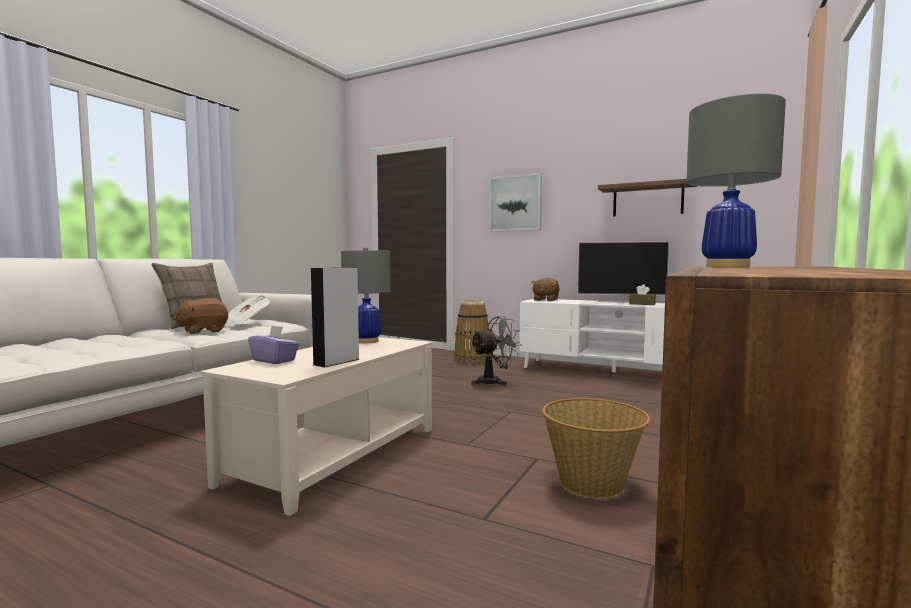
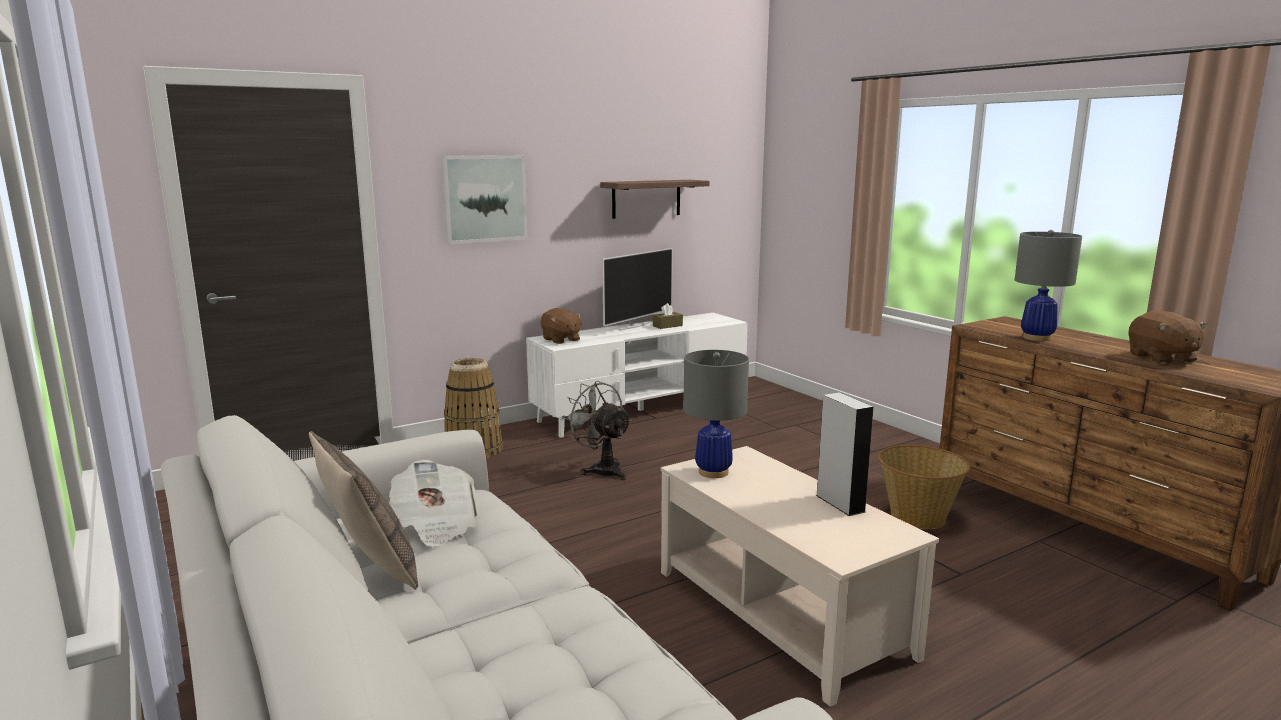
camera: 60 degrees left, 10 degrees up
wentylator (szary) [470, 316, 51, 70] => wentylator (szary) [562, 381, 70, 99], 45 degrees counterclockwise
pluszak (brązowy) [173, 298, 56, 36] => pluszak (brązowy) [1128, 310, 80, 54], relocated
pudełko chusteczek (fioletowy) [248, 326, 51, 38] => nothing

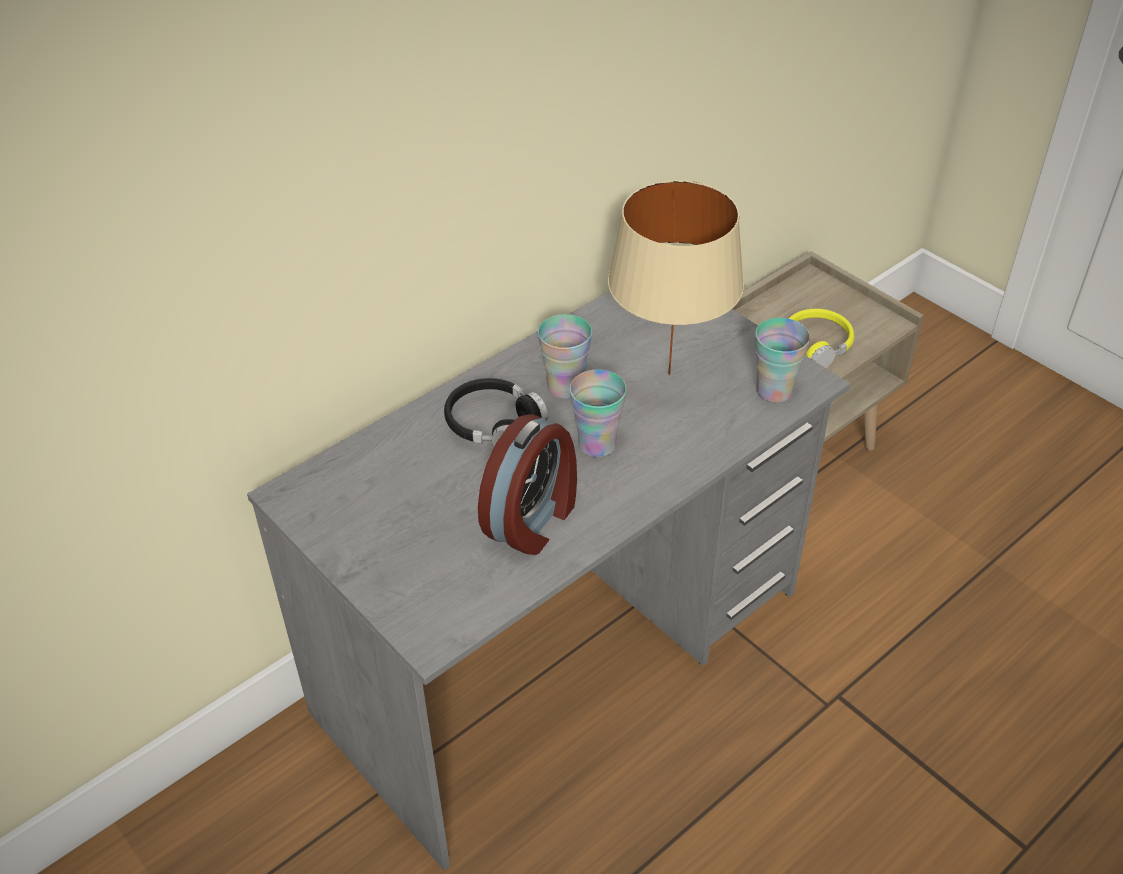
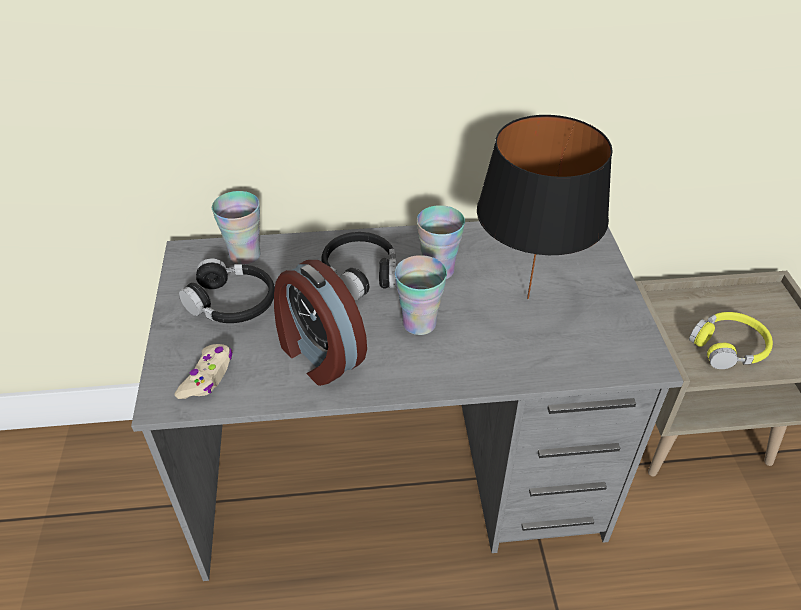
camera: 35 degrees right, 0 degrees up
nothing => pad do gier (beżowy) [175, 344, 57, 55]
nothing => słuchawki (czarny) [179, 258, 96, 65]
filiżanka [755, 318, 55, 85] => filiżanka [212, 191, 49, 74], relocated
budzik [478, 414, 99, 141] => budzik [274, 260, 93, 126], 75 degrees clockwise
lampa stołowa (beżowy) [608, 180, 136, 195] => lampa stołowa (czarny) [477, 115, 135, 184]

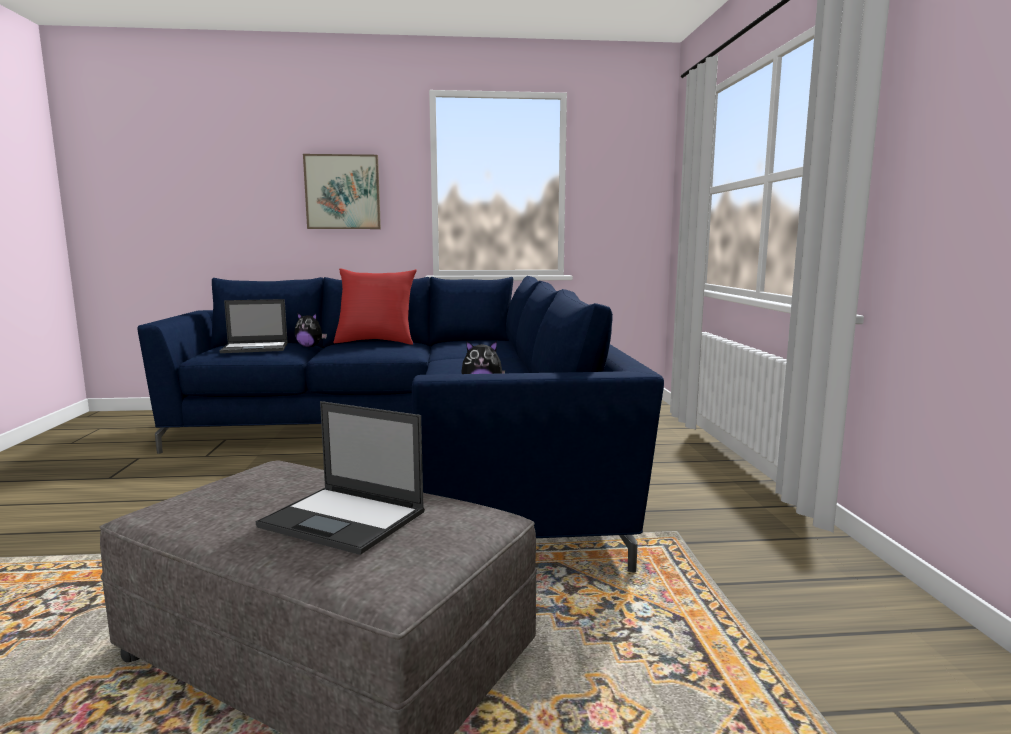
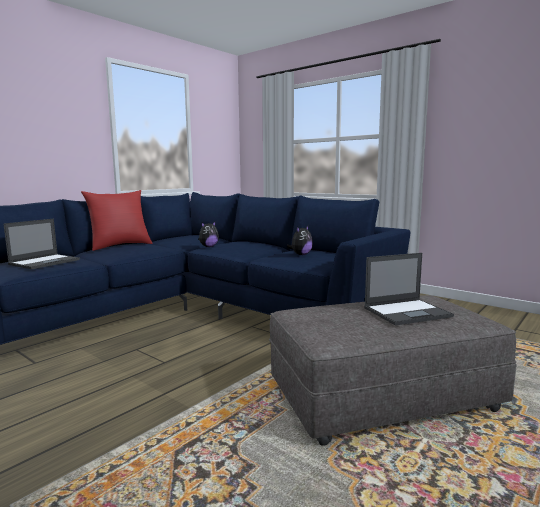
camera: 45 degrees left, 0 degrees up
pluszak [294, 313, 33, 34] => pluszak [198, 221, 21, 26], relocated
obraz [303, 154, 78, 75] => nothing

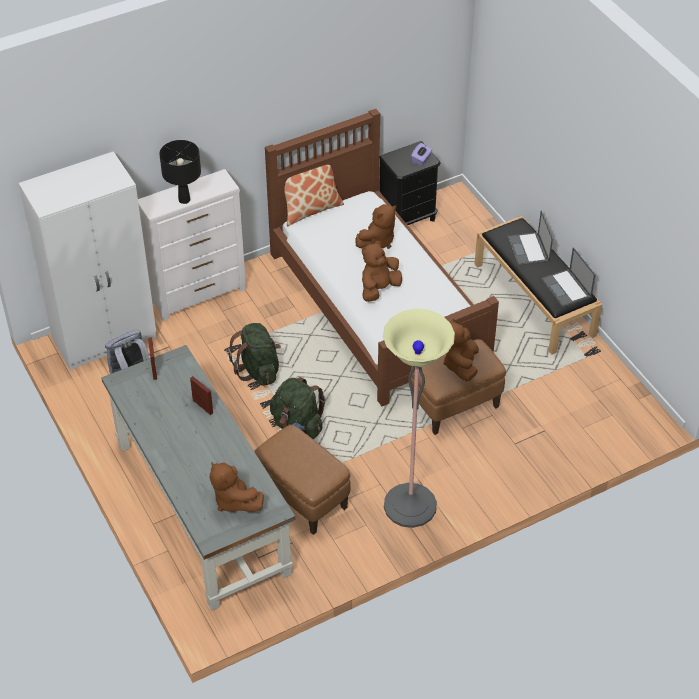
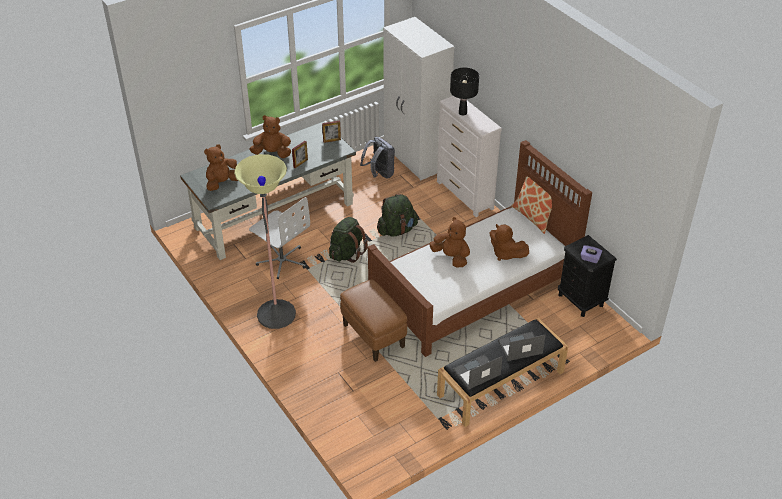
camera: 85 degrees right, 5 degrees down
pluszak (brązowy) [443, 318, 36, 64] => pluszak (brązowy) [249, 115, 42, 43], relocated
pufa (brązowy) [254, 425, 97, 110] => krzesło biurowe (biały) [249, 197, 61, 82]

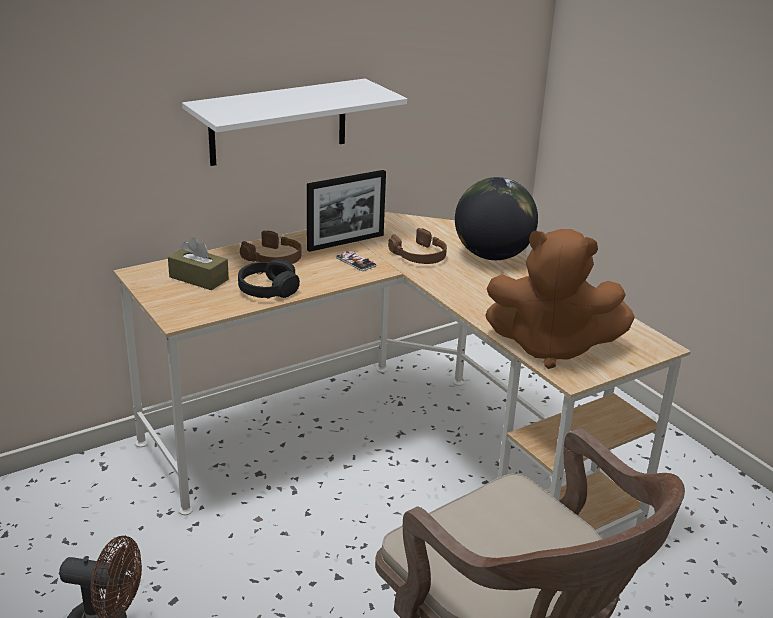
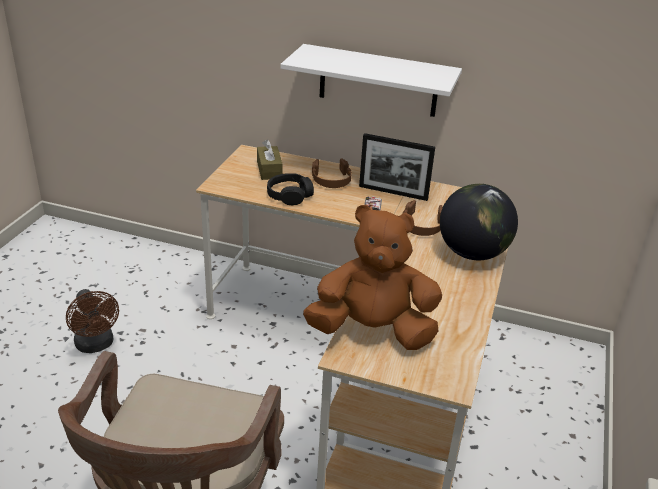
camera: 50 degrees right, 5 degrees up
pluszak (brązowy) [485, 229, 150, 140] => pluszak (brązowy) [303, 204, 139, 146], 120 degrees clockwise

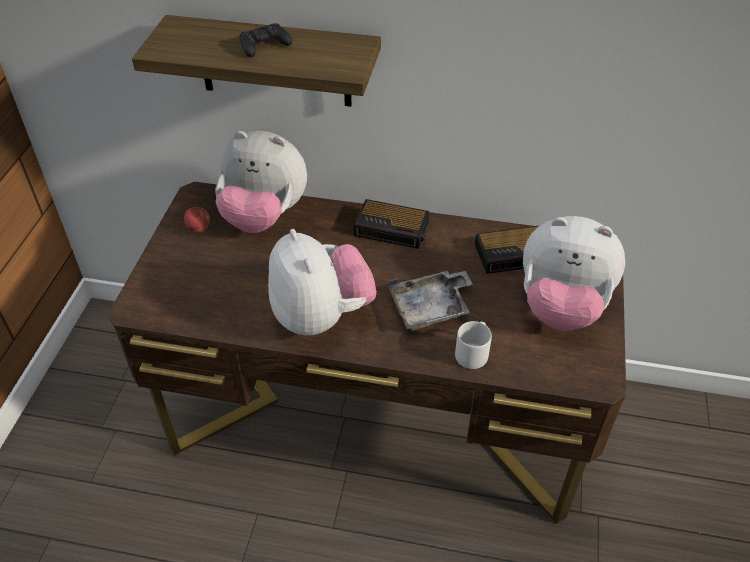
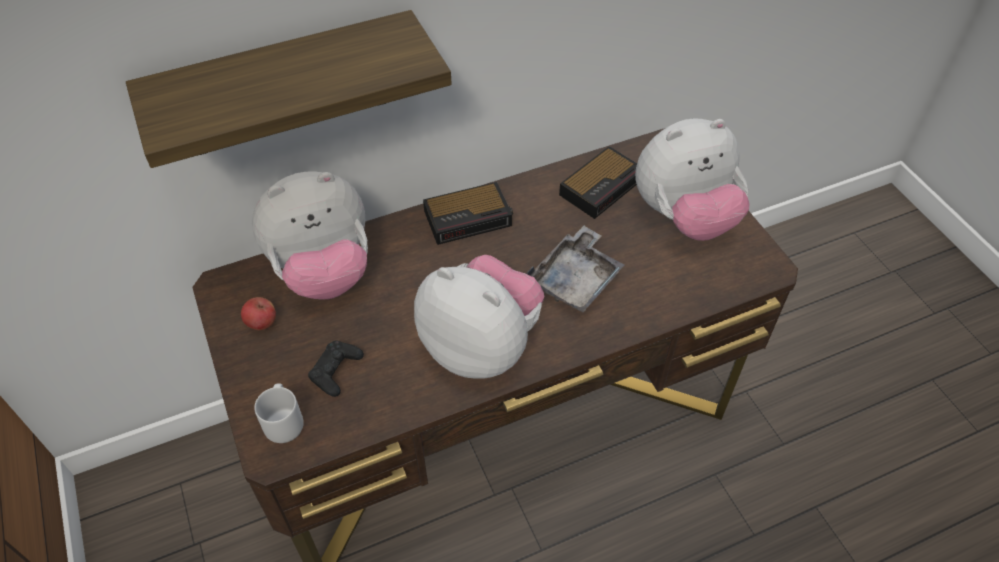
camera: 35 degrees left, 5 degrees up
kubek (szary) [455, 321, 37, 48] => kubek (szary) [254, 383, 50, 60], relocated
pad do gier (czarny) [239, 23, 53, 34] => pad do gier (czarny) [308, 341, 56, 56], relocated

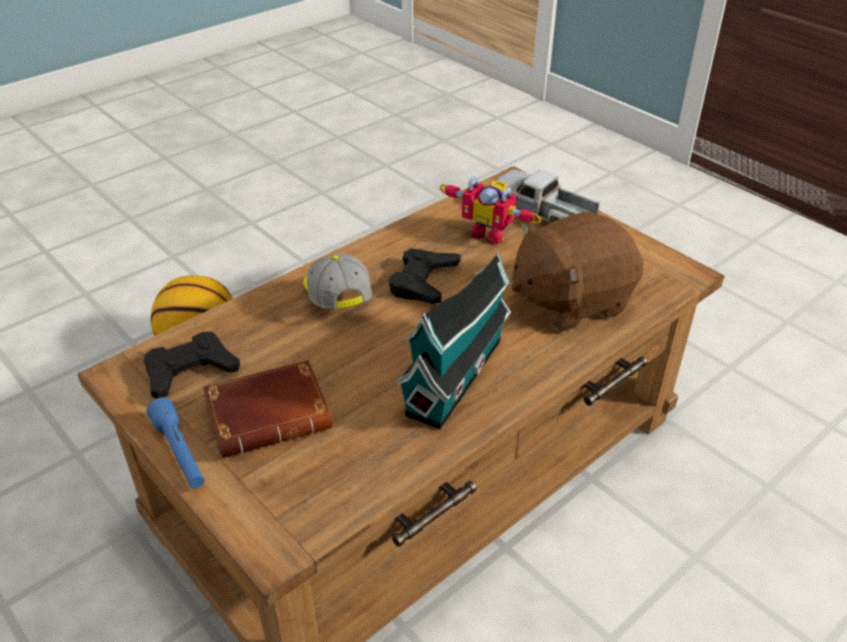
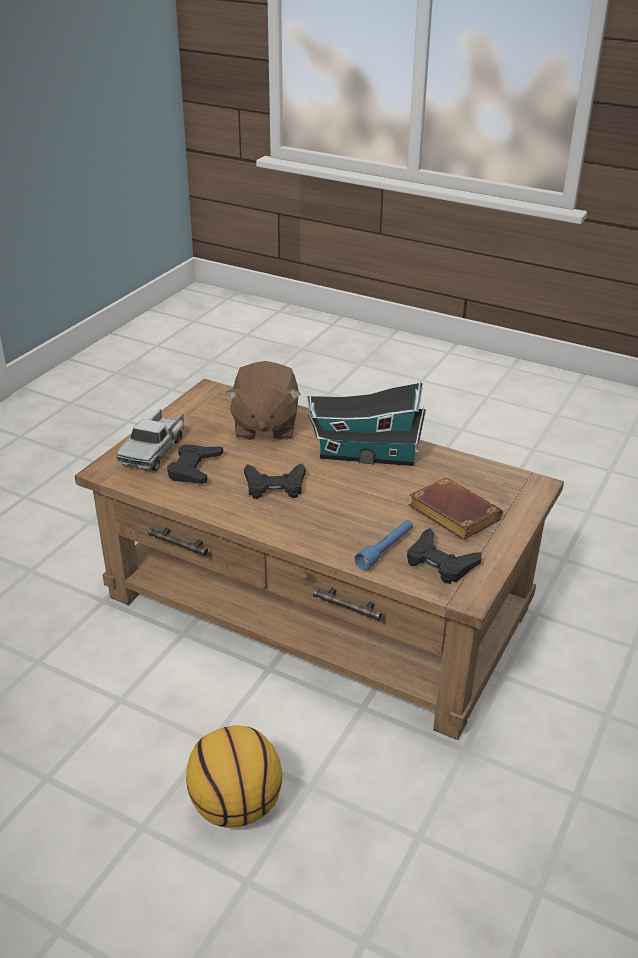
camera: 110 degrees left, 5 degrees down
robot zabawkowy [440, 176, 101, 69] => pad do gier (czarny) [167, 444, 56, 40]
pluszak (brązowy) [512, 212, 131, 120] => pluszak (brązowy) [225, 361, 76, 79], 45 degrees clockwise
latarka (niebieski) [147, 397, 57, 91] => latarka (niebieski) [355, 520, 58, 50], relocated
czapka z daszkiem [303, 253, 69, 56] => nothing

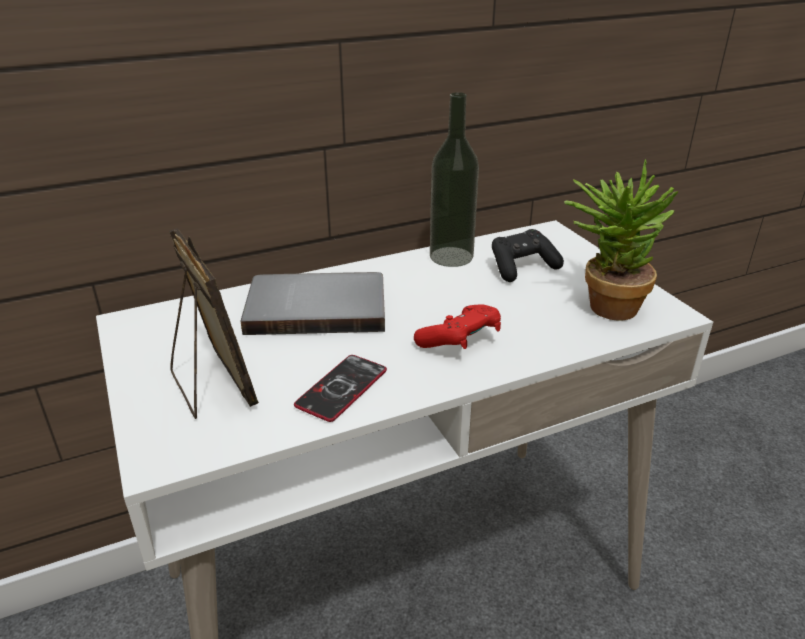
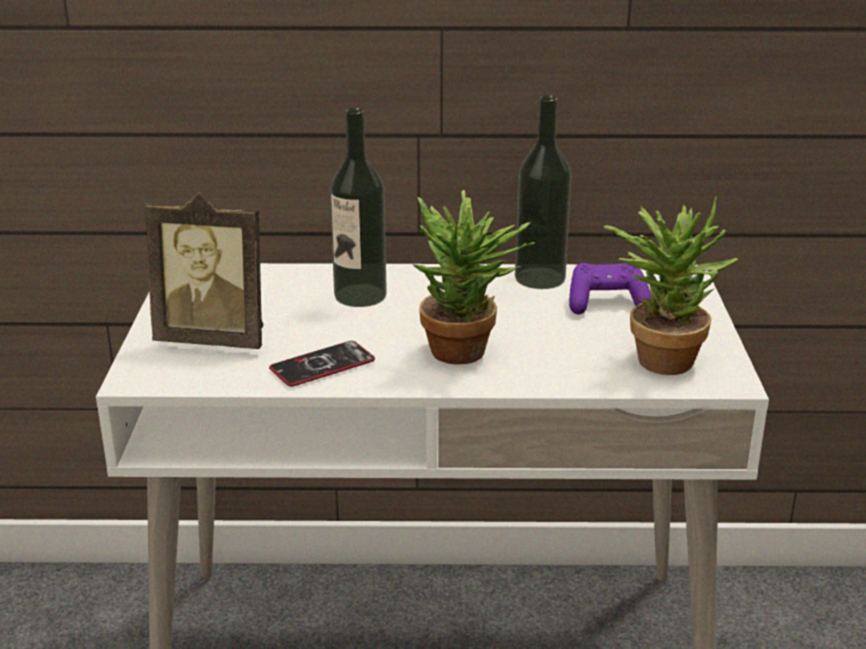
camera: 25 degrees right, 5 degrees down
ramka na zdjęcie [169, 228, 90, 191] => ramka na zdjęcie [145, 192, 118, 157], 105 degrees clockwise
książka (szary) [241, 272, 144, 63] => butelka [330, 108, 57, 199]
pad do gier (czerwony) [414, 304, 87, 45] => roślina doniczkowa [413, 190, 121, 174]
pad do gier (czarny) [492, 229, 72, 53] => pad do gier (fioletowy) [569, 263, 82, 51]

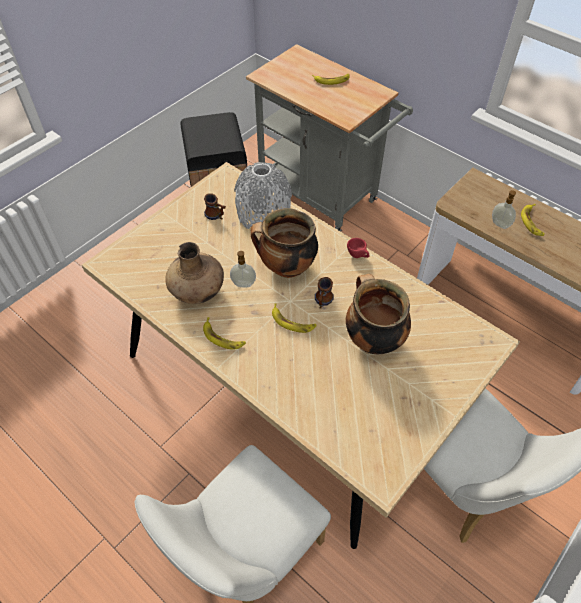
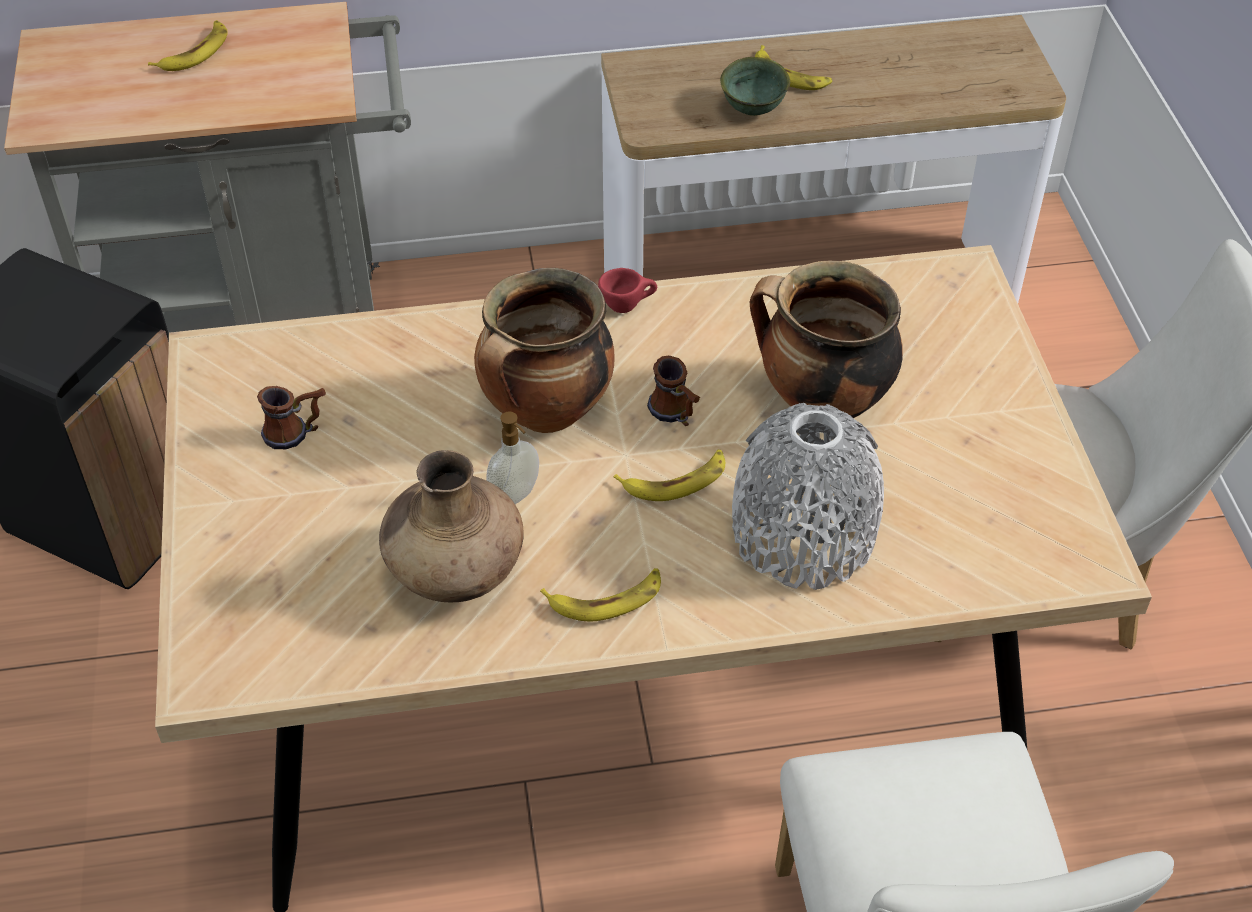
camera: 50 degrees left, 5 degrees down
dozownik mydła [492, 190, 24, 39] => miska (zielony) [720, 57, 70, 59]
wazon (szary) [234, 162, 58, 67] => wazon (szary) [732, 403, 152, 187], relocated

